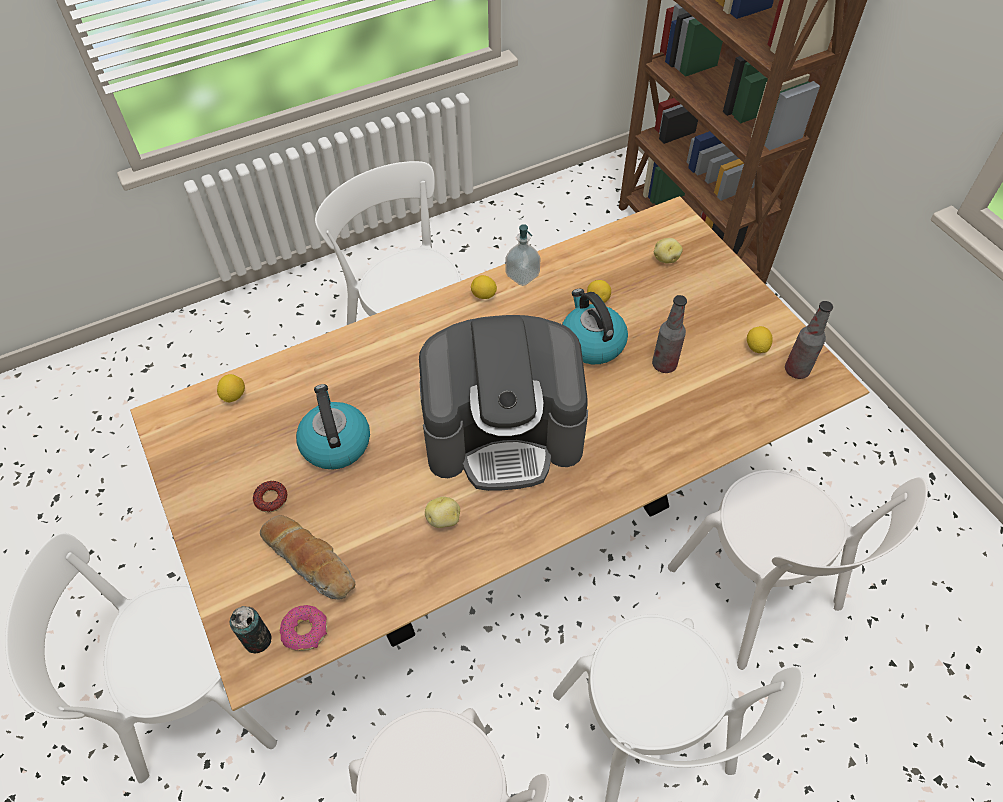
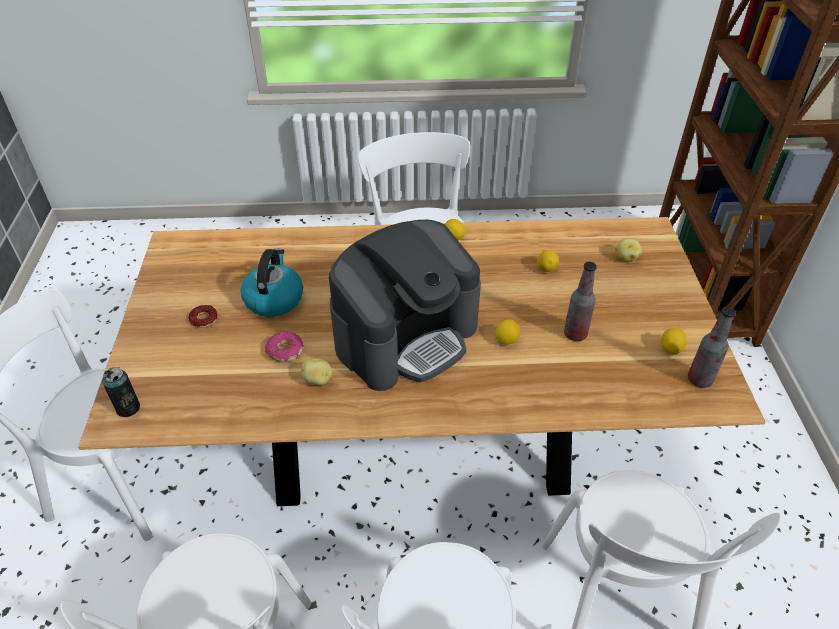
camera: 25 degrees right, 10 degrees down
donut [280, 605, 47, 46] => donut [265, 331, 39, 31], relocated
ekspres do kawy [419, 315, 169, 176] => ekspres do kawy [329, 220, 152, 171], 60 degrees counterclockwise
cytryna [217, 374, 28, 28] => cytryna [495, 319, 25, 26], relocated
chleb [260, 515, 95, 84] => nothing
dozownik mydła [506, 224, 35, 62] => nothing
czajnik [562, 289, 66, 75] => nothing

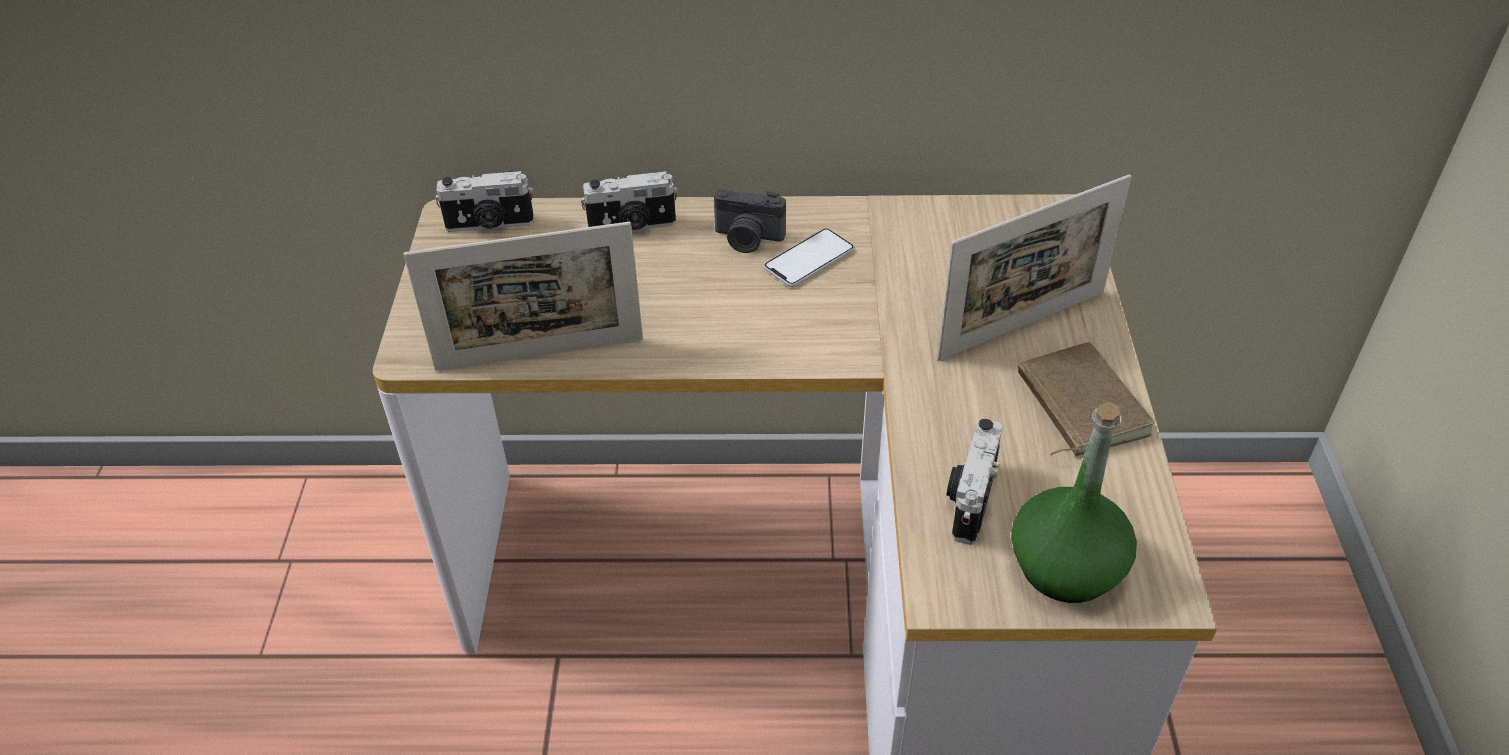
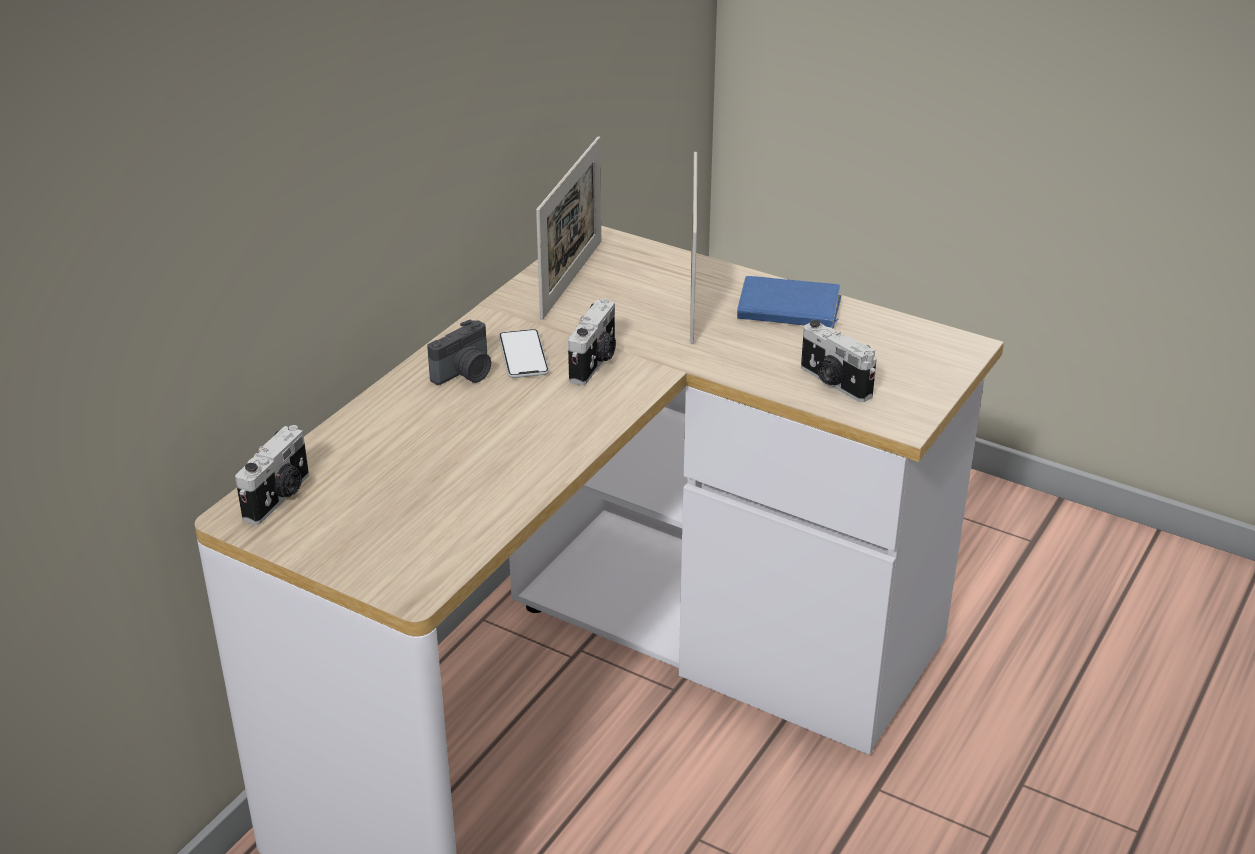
camera: 60 degrees left, 10 degrees down
ramka na zdjęcie [404, 222, 239, 149] => ramka na zdjęcie [536, 137, 65, 183], relocated
aparat fotograficzny [581, 171, 97, 60] => aparat fotograficzny [568, 299, 48, 86], relocated
książka (brązowy) [1018, 342, 137, 114] => książka (niebieski) [737, 276, 104, 53]
butelka (zielony) [1011, 402, 126, 201] => nothing

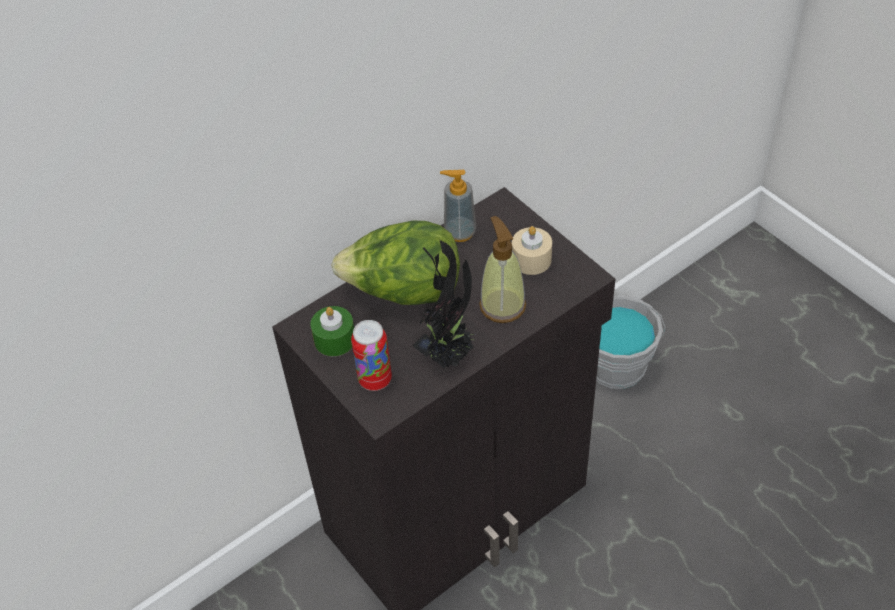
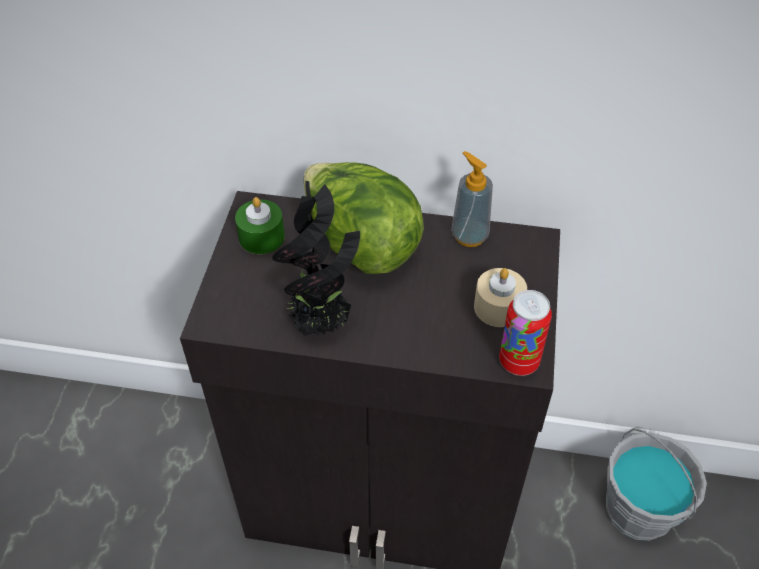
camera: 45 degrees right, 0 degrees up
puszka [351, 320, 41, 71] => puszka [499, 290, 53, 86], relocated
dozownik mydła [479, 216, 47, 107] => nothing

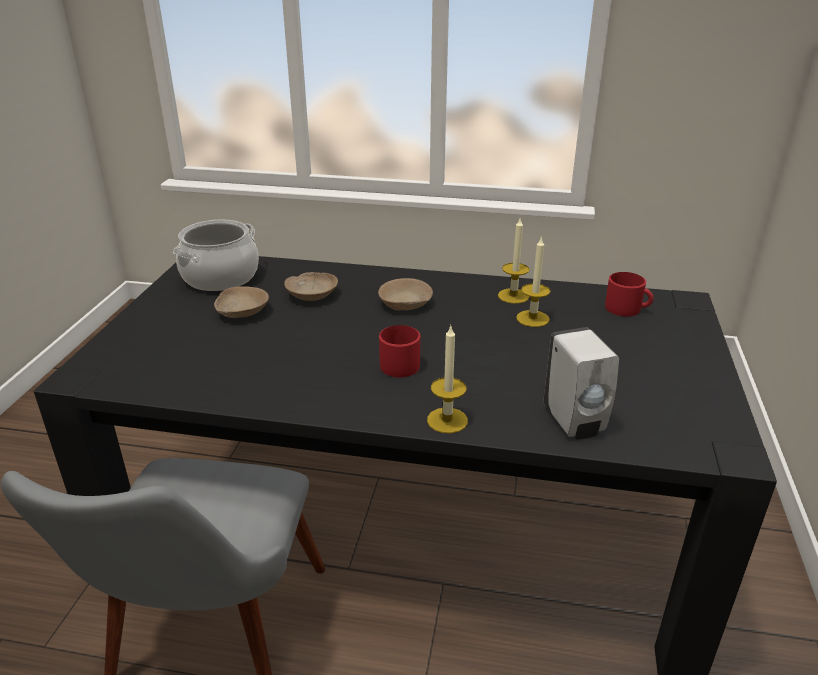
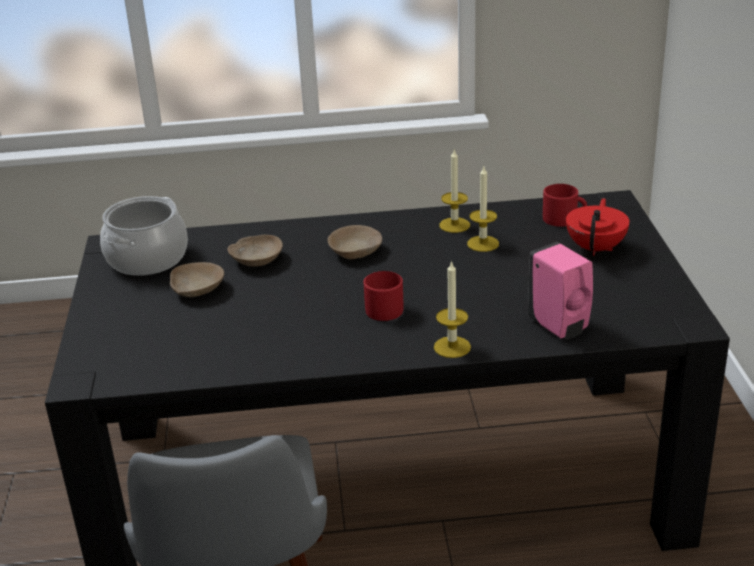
camera: 15 degrees left, 0 degrees up
dozownik mydła (biały) [543, 327, 76, 113] => dozownik mydła (różowy) [528, 242, 65, 98]
nothing => imbryk (czerwony) [566, 198, 64, 58]

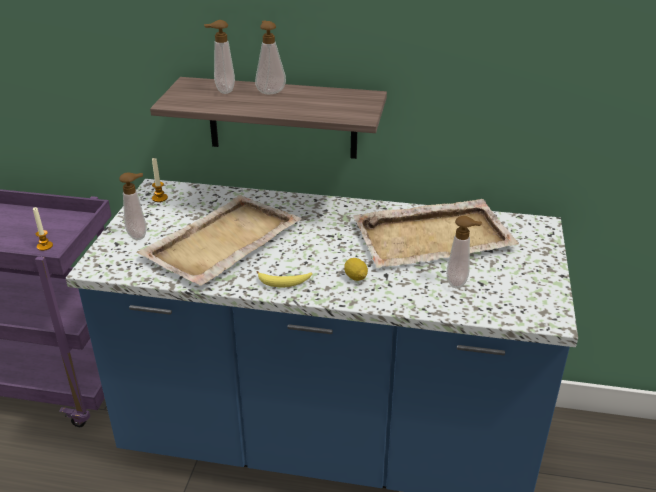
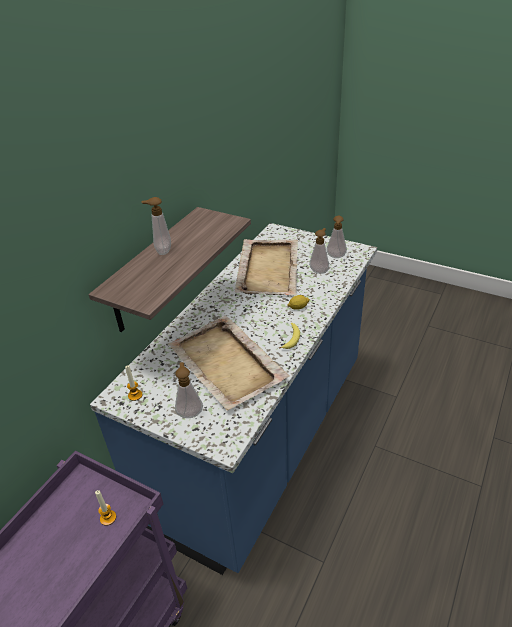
camera: 70 degrees left, 5 degrees up
dozownik mydła [204, 20, 31, 74] => dozownik mydła [327, 215, 20, 43], relocated

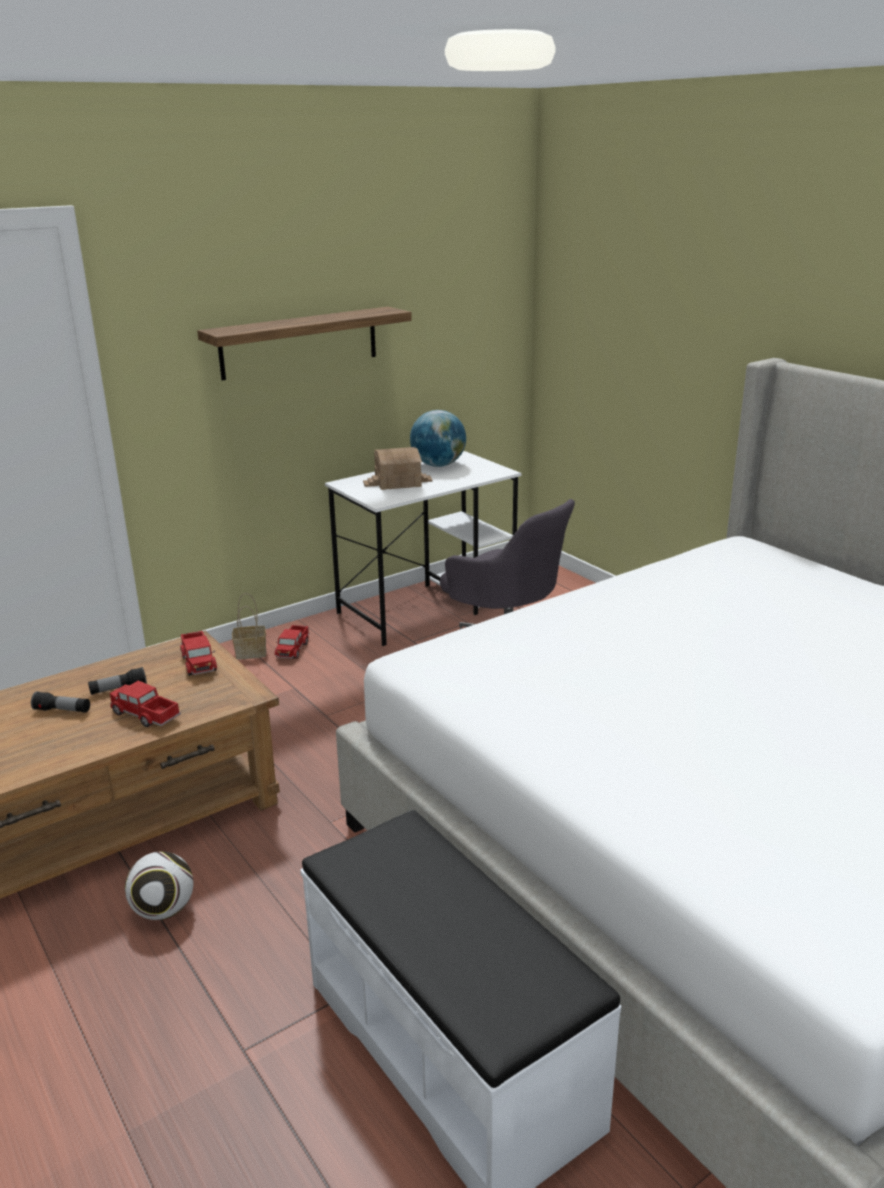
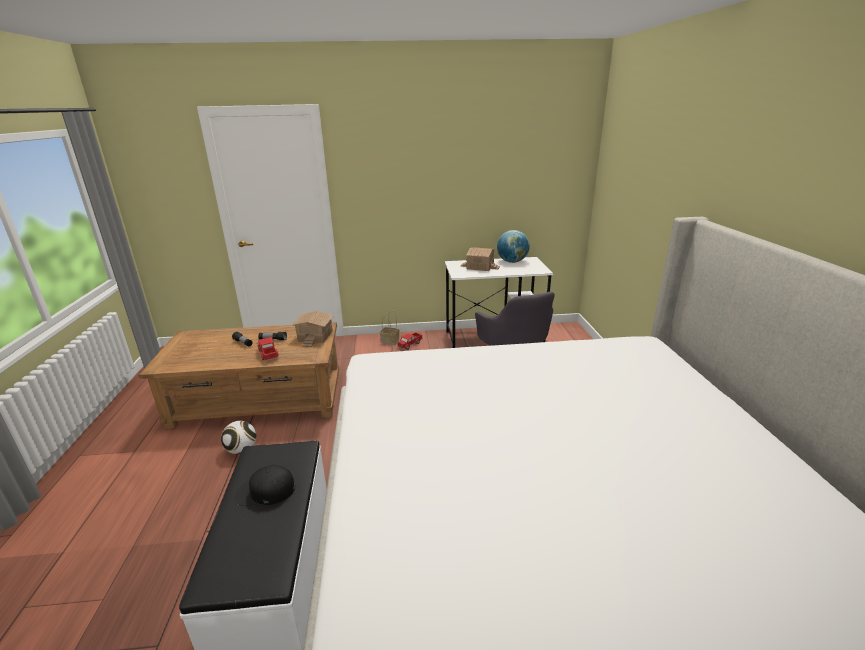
camera: 30 degrees right, 0 degrees up
nothing => czapka z daszkiem (czarny) [235, 465, 60, 40]
ciężarówka zabawkowa [180, 631, 37, 45] => domek [292, 311, 42, 36]
półka [197, 307, 215, 73] => nothing

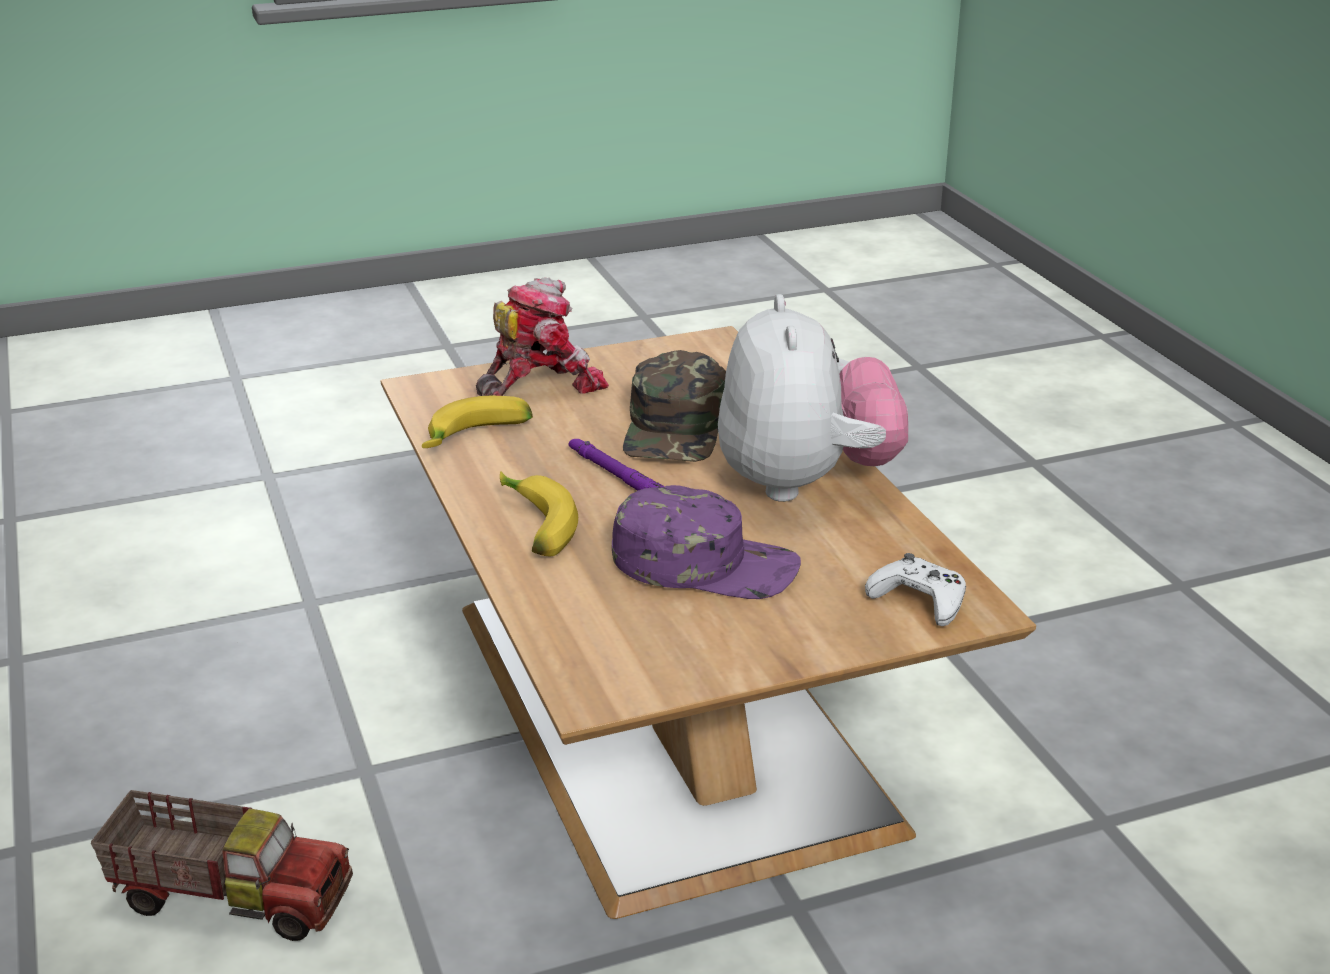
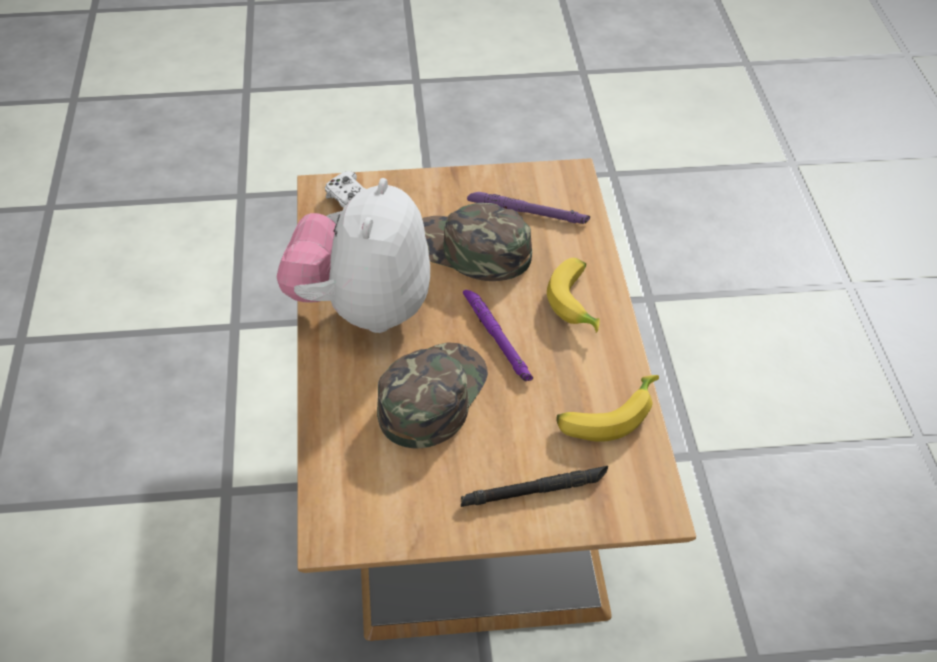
camera: 165 degrees left, 15 degrees up
czapka z daszkiem (fioletowy) [612, 485, 189, 114] => czapka z daszkiem (zielony) [422, 203, 110, 78]
robot zabawkowy [476, 277, 133, 119] => latarka (czarny) [461, 466, 147, 41]
nothing => latarka (fioletowy) [467, 192, 123, 32]
ciężarówka zabawkowa [91, 790, 262, 151] => nothing

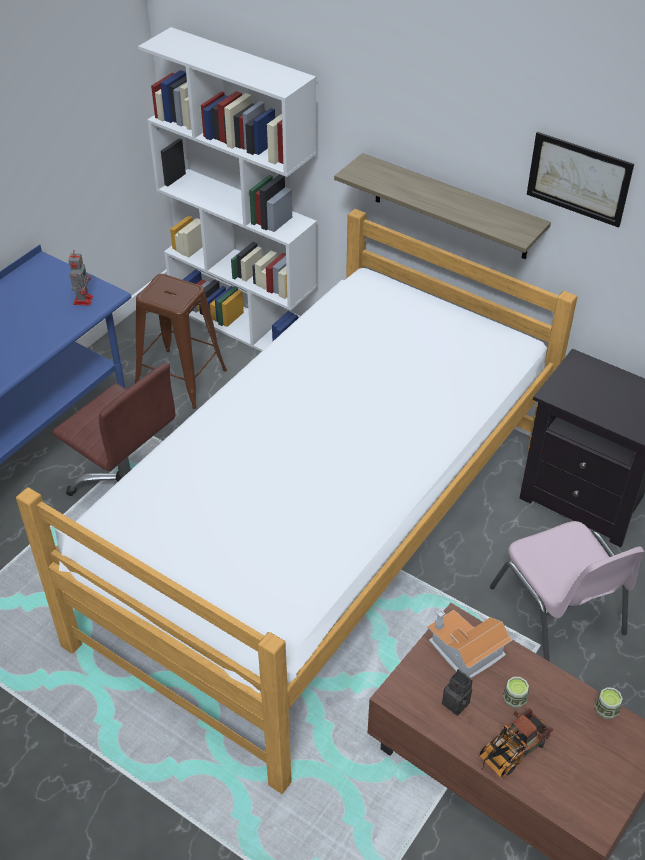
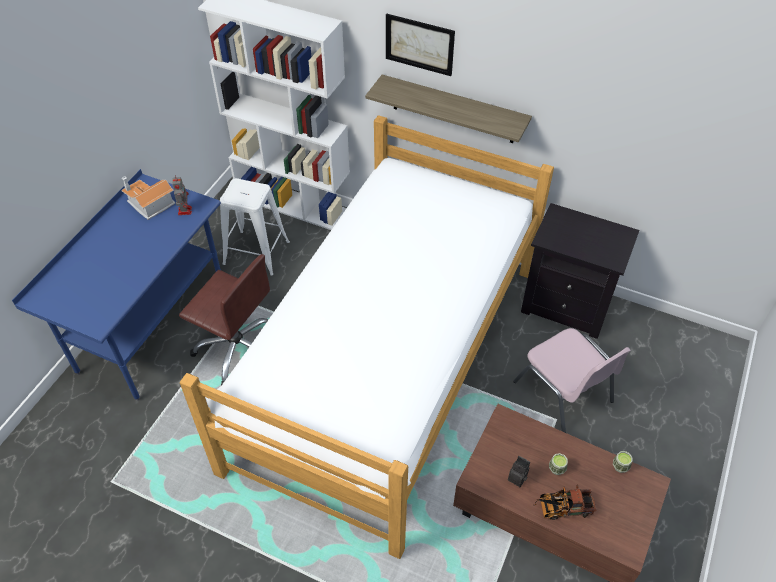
camera: 10 degrees left, 5 degrees up
domek [427, 610, 85, 68] => domek [121, 176, 54, 44], relocated
stołek (brązowy) [135, 274, 92, 135] => stołek (biały) [220, 178, 70, 98]
obraz [527, 132, 107, 96] => obraz [386, 13, 69, 63], relocated
ciężarówka zabawkowa [479, 708, 74, 70] => ciężarówka zabawkowa [533, 484, 63, 36], 45 degrees clockwise

